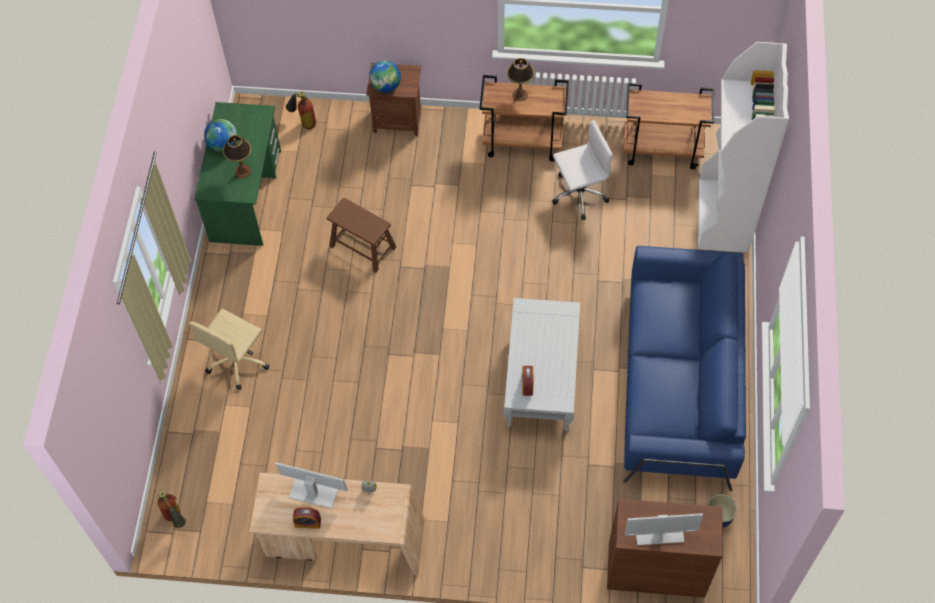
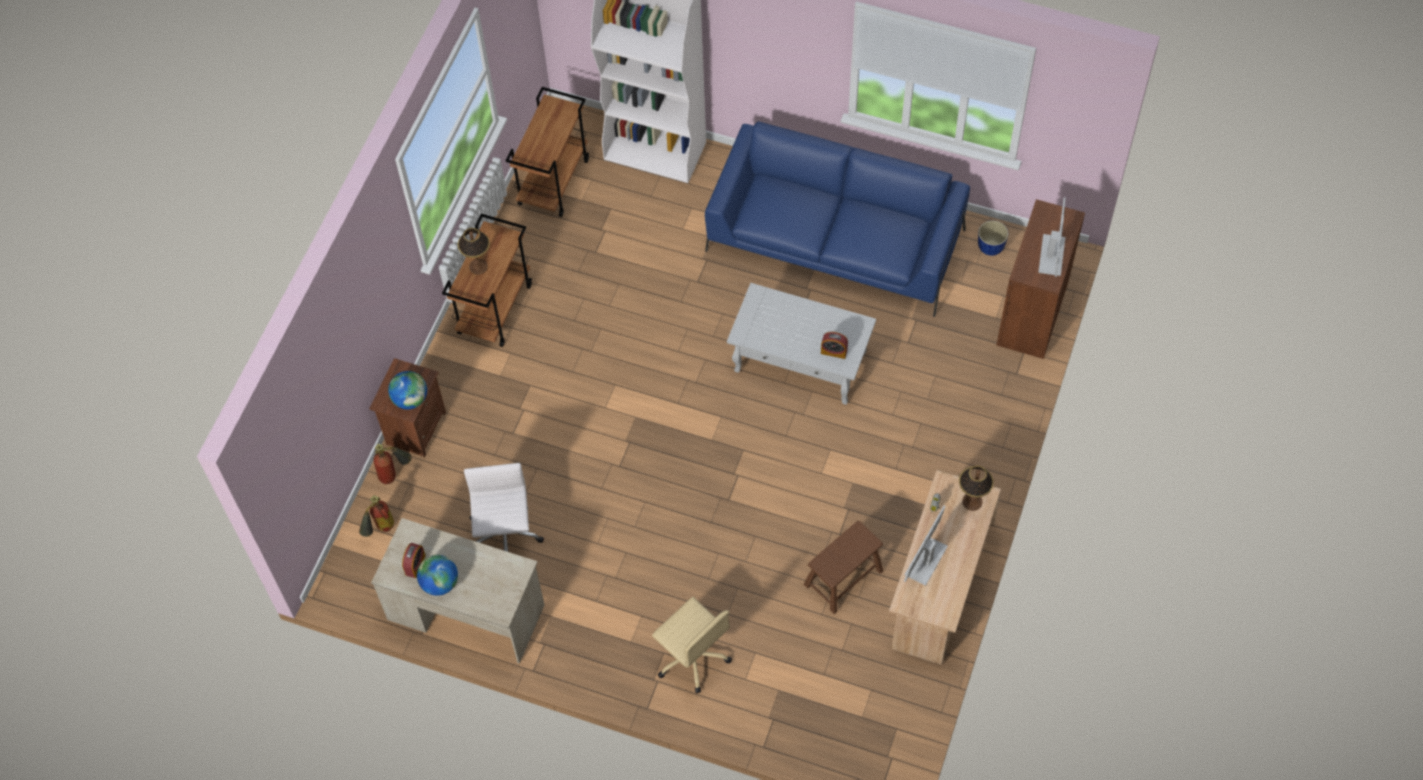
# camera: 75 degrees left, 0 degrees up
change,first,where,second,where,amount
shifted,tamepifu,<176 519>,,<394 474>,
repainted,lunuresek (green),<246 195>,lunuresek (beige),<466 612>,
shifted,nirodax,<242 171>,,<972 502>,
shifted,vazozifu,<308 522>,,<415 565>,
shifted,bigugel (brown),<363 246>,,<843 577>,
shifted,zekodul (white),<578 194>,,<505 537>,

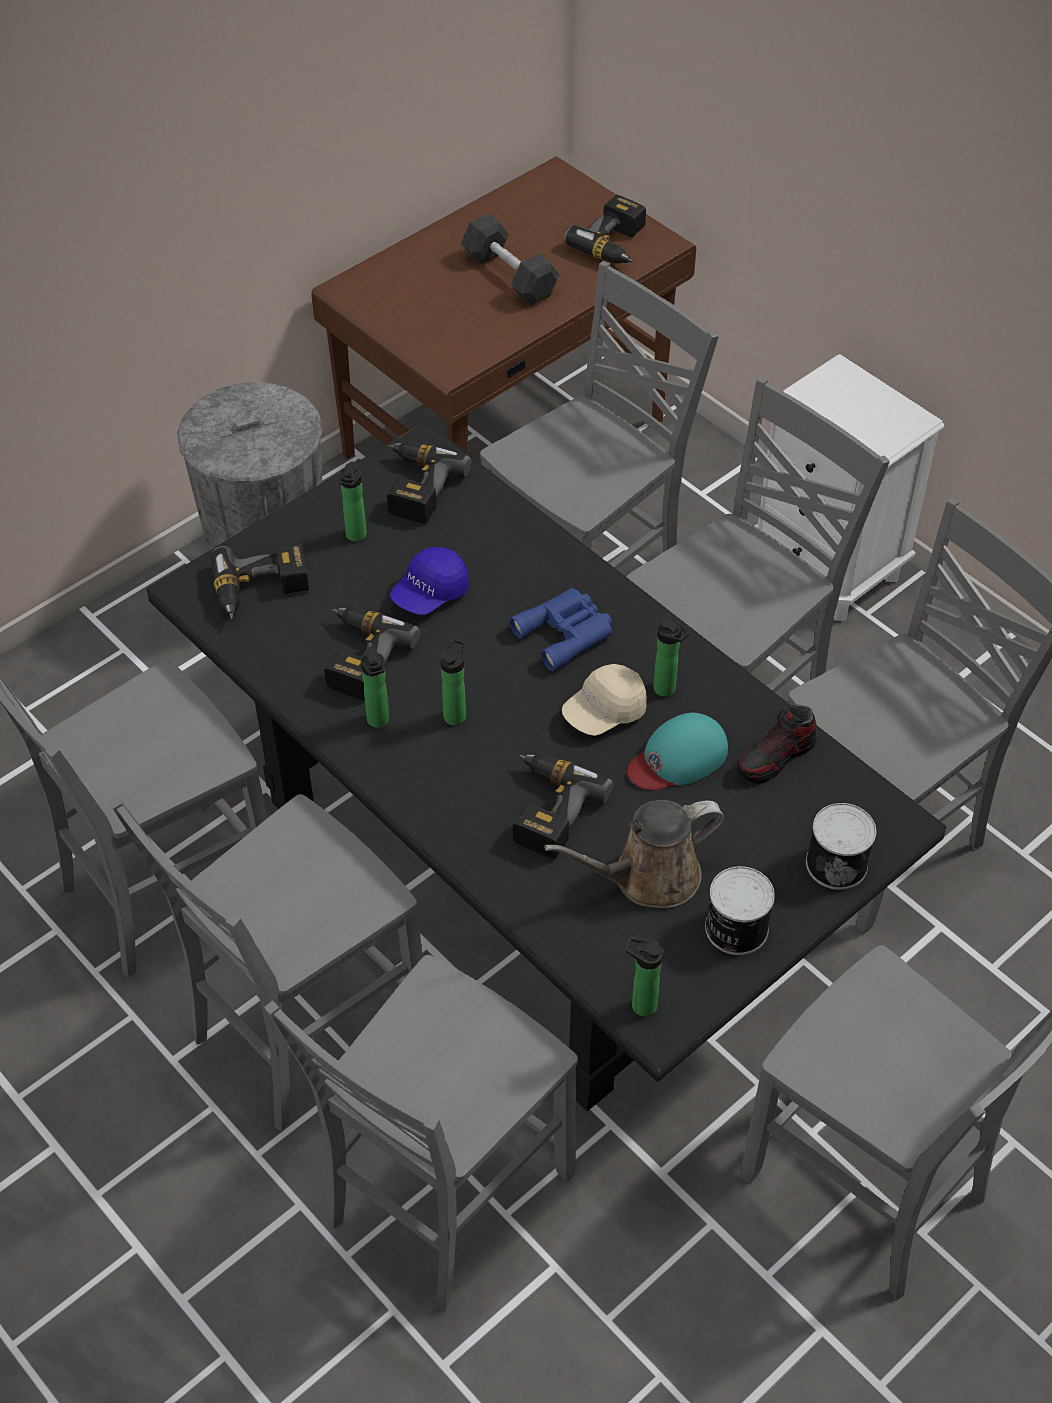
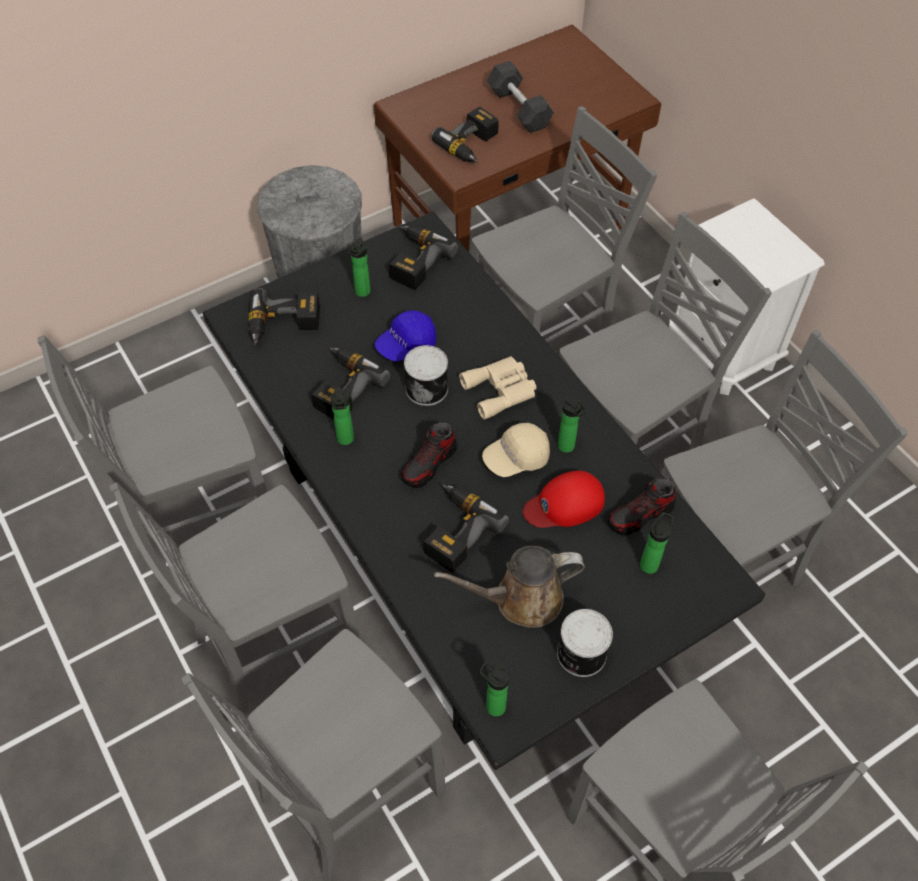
# camera: 10 degrees right, 5 degrees up
change,first,where,second,where,amount
shifted,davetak,<456 714>,,<650 563>,
repainted,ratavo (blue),<566 632>,ratavo (beige),<501 390>,
shifted,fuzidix,<616 244>,,<472 145>,
repainted,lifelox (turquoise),<678 758>,lifelox (red),<565 504>,
shifted,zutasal,<837 862>,,<427 387>,
new,,,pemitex,<429 464>,

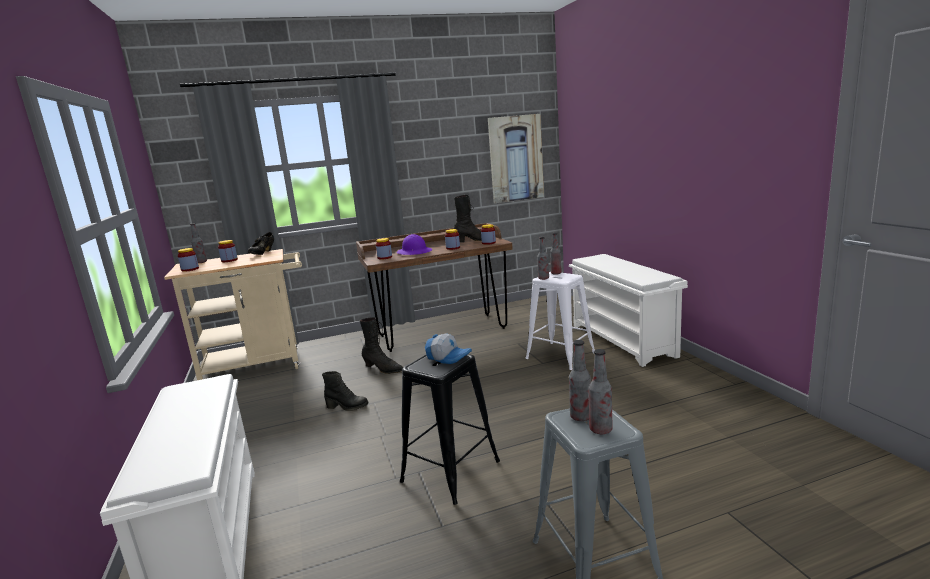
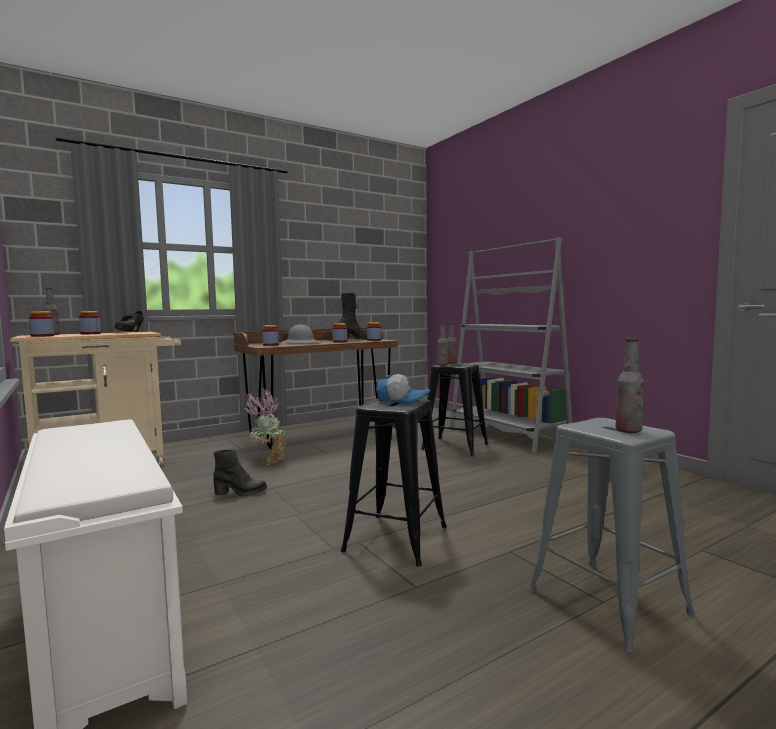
# camera: 15 degrees left, 10 degrees down
change,first,where,second,where,amount
swapped,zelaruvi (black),<383 369>,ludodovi,<268 462>,
repainted,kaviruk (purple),<414 252>,kaviruk (grey),<300 343>,
gone,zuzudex,<515 158>,,,
repainted,bigugel (white),<560 355>,bigugel (black),<454 447>,
swapped,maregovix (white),<623 340>,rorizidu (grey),<508 435>,
gone,davetak,<580 417>,,,

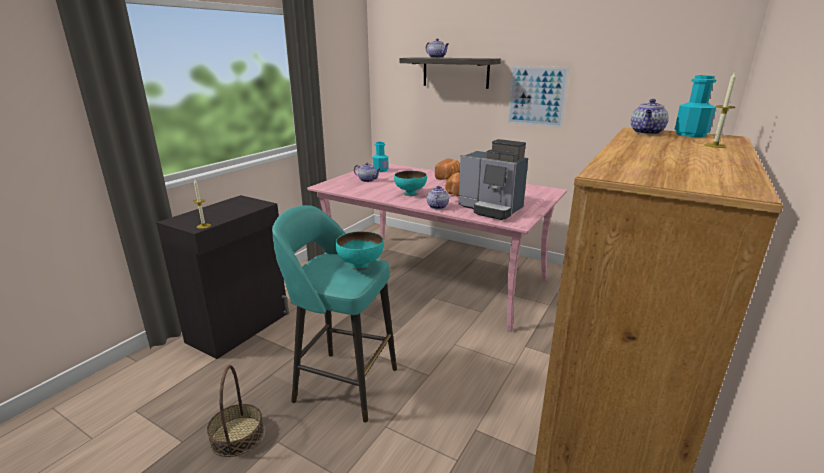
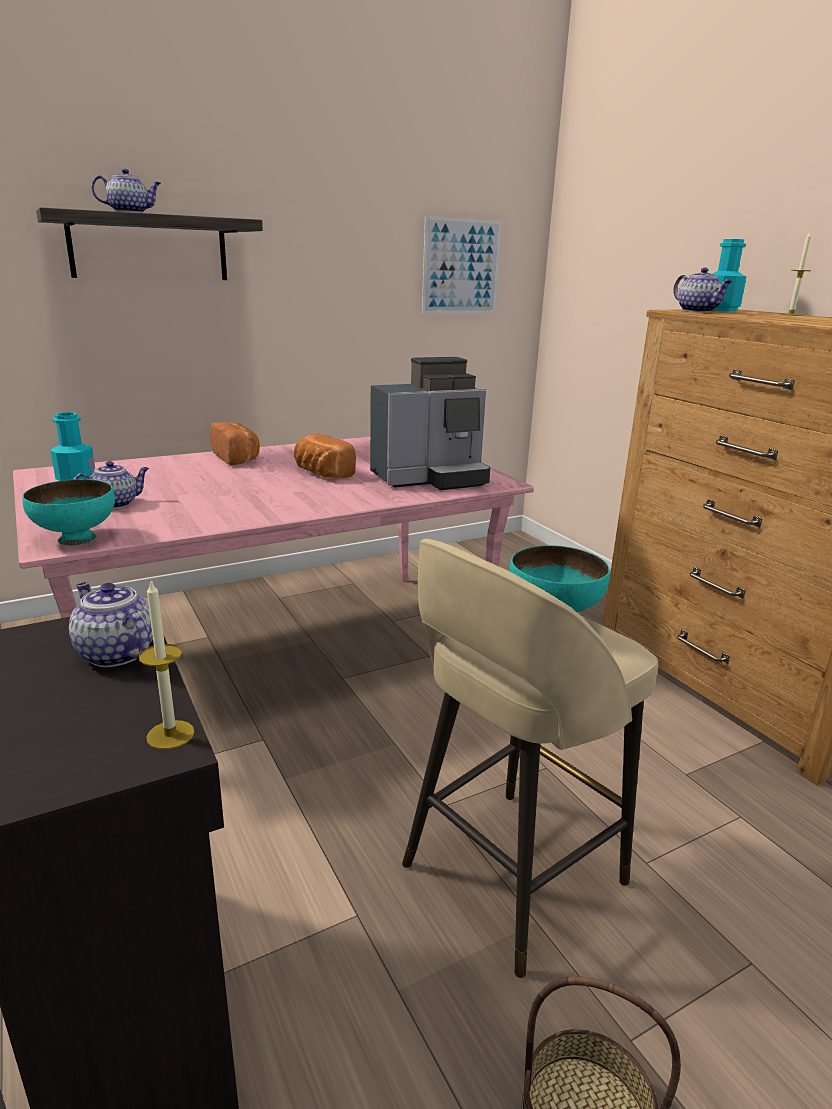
# camera: 60 degrees left, 0 degrees up
change,first,where,second,where,amount
repainted,bigugel (turquoise),<343 384>,bigugel (beige),<508 877>,
shifted,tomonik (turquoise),<410 193>,,<76 538>,
shifted,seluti,<437 206>,,<115 653>,
shifted,zuzudex,<536 96>,,<461 267>,

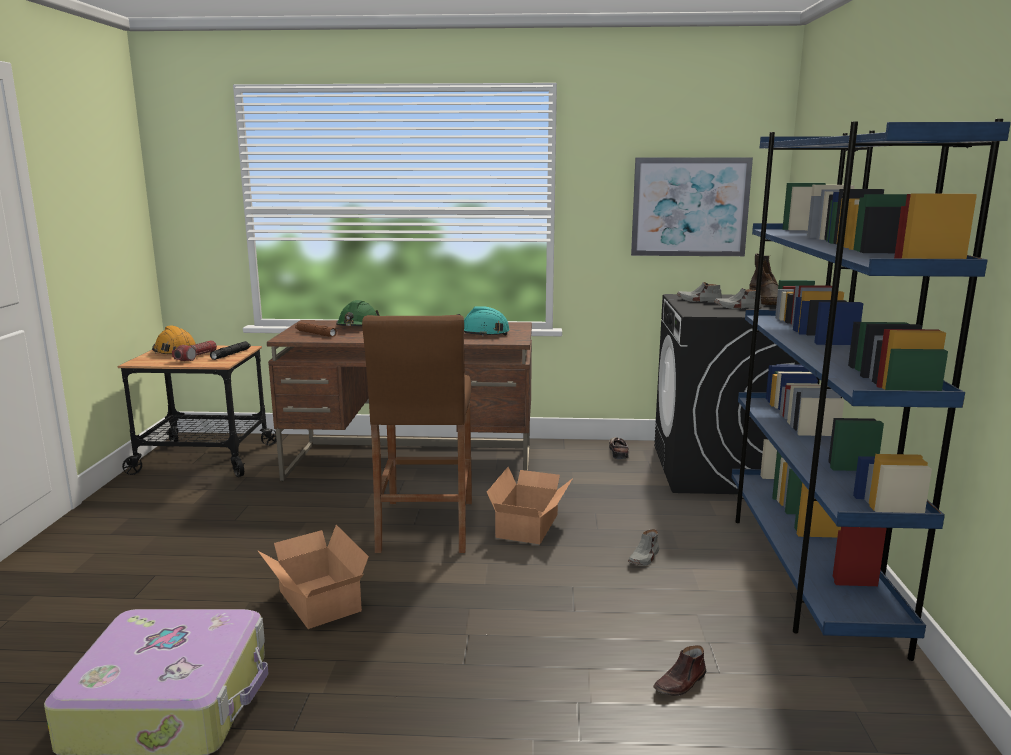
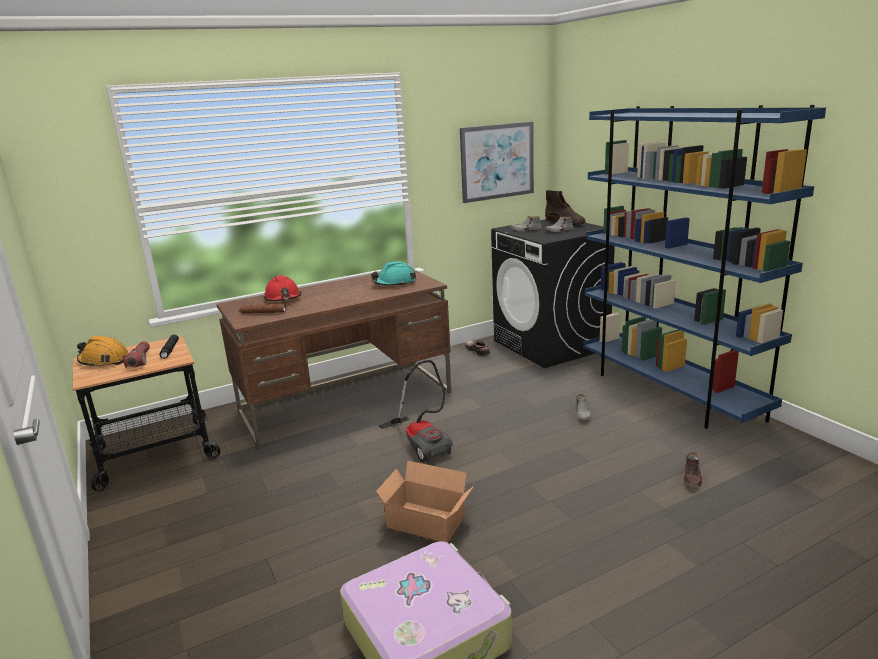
# camera: 30 degrees left, 5 degrees up
change,first,where,second,where,amount
repainted,kaviruk (green),<358 326>,kaviruk (red),<283 298>,
swapped,bigugel (brown),<425 526>,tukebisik,<423 443>,
gone,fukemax,<530 525>,,,

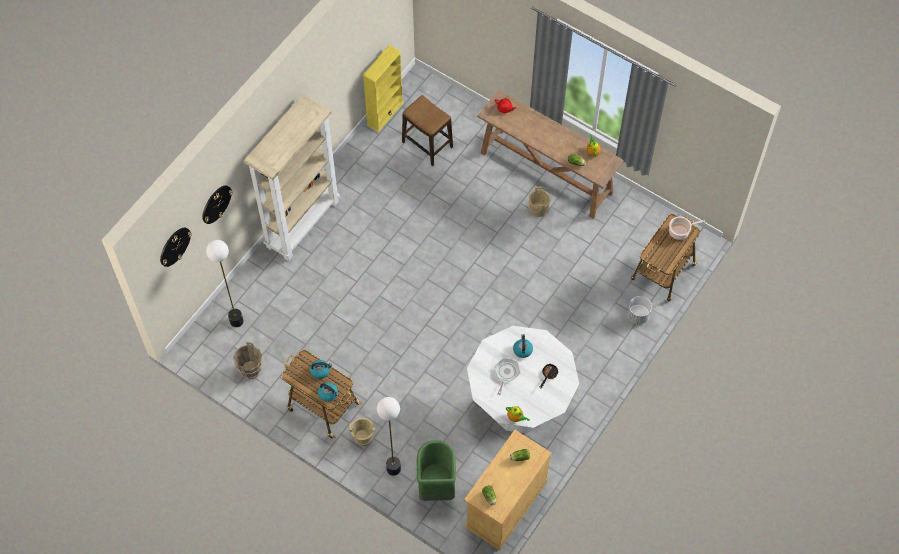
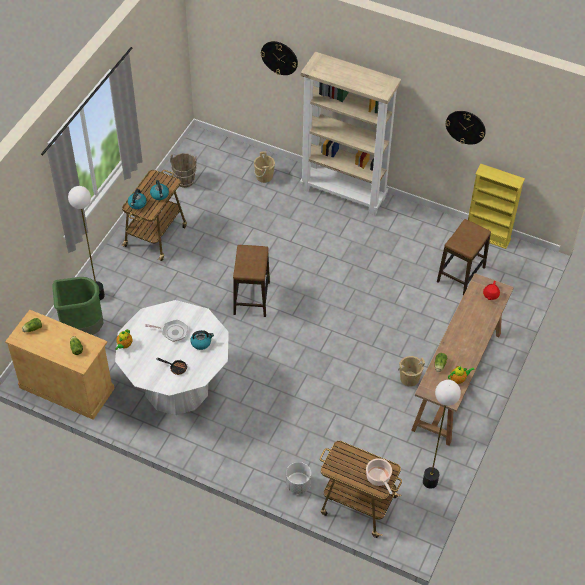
# camera: 80 degrees right, 10 degrees down
change,first,where,second,where,amount
shifted,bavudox,<174 246>,,<465 127>,
shifted,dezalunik,<236 321>,,<429 481>,
shifted,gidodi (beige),<363 437>,,<264 176>,
new,,,bigugel,<251 298>,

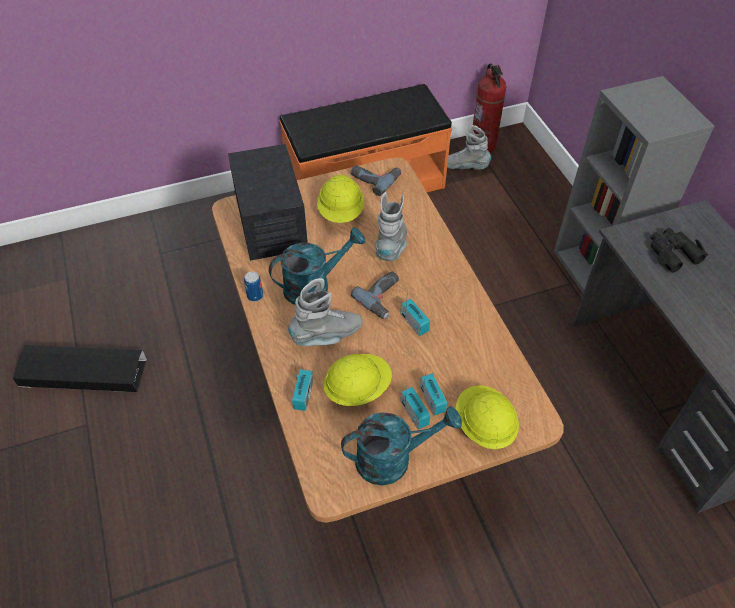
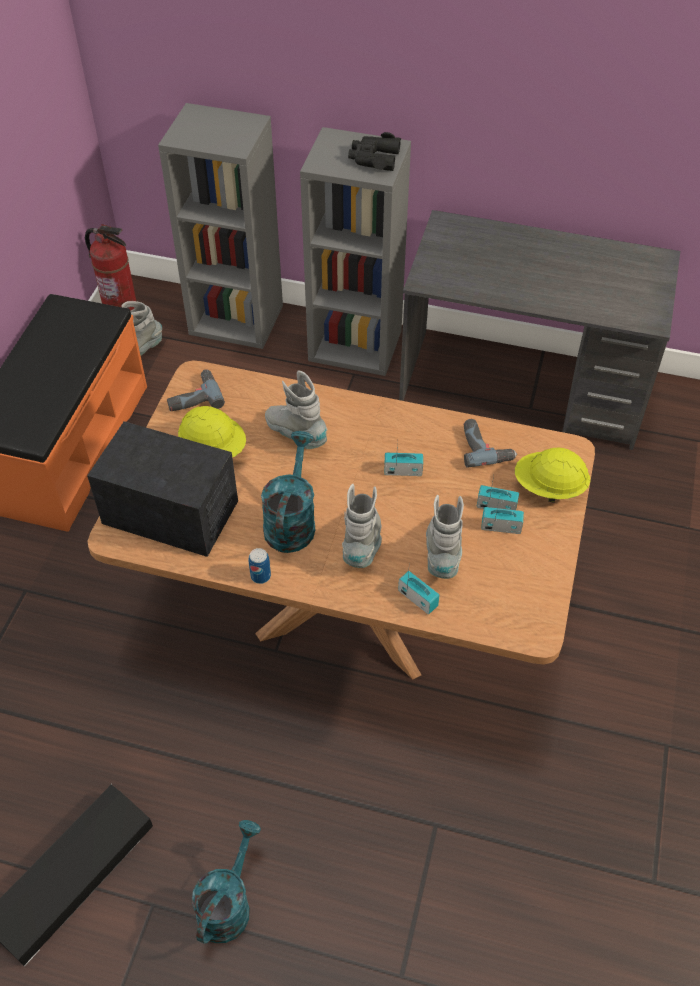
# camera: 55 degrees left, 0 degrees up
change,first,where,second,where,amount
swapped,kaviruk (yellow),<357 389>,zelaruvi (grey),<443 553>,
shifted,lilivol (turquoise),<393 458>,,<228 903>,
shifted,fuzidix,<383 298>,,<485 447>,
shifted,ratavo (black),<672 253>,,<374 158>,
new,,,rorizidu (grey),<237 319>,

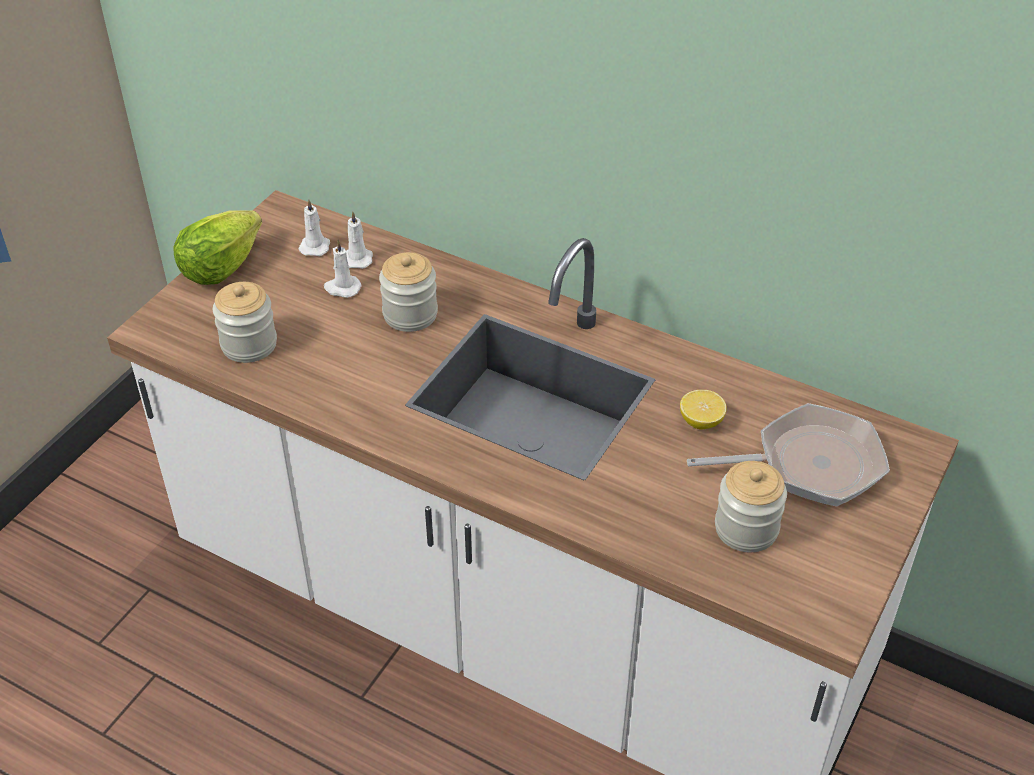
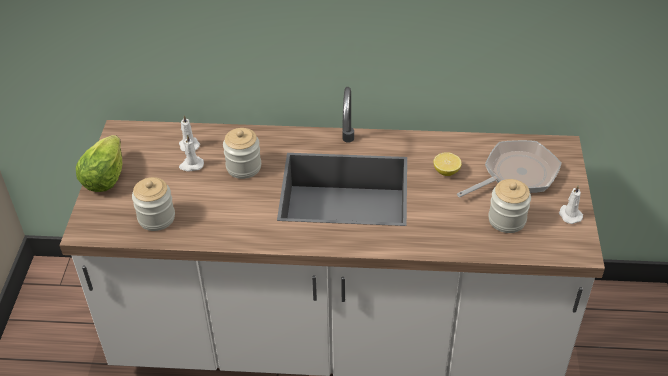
# camera: 25 degrees left, 0 degrees up
change,first,where,second,where,amount
shifted,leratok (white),<315 246>,,<569 215>,

